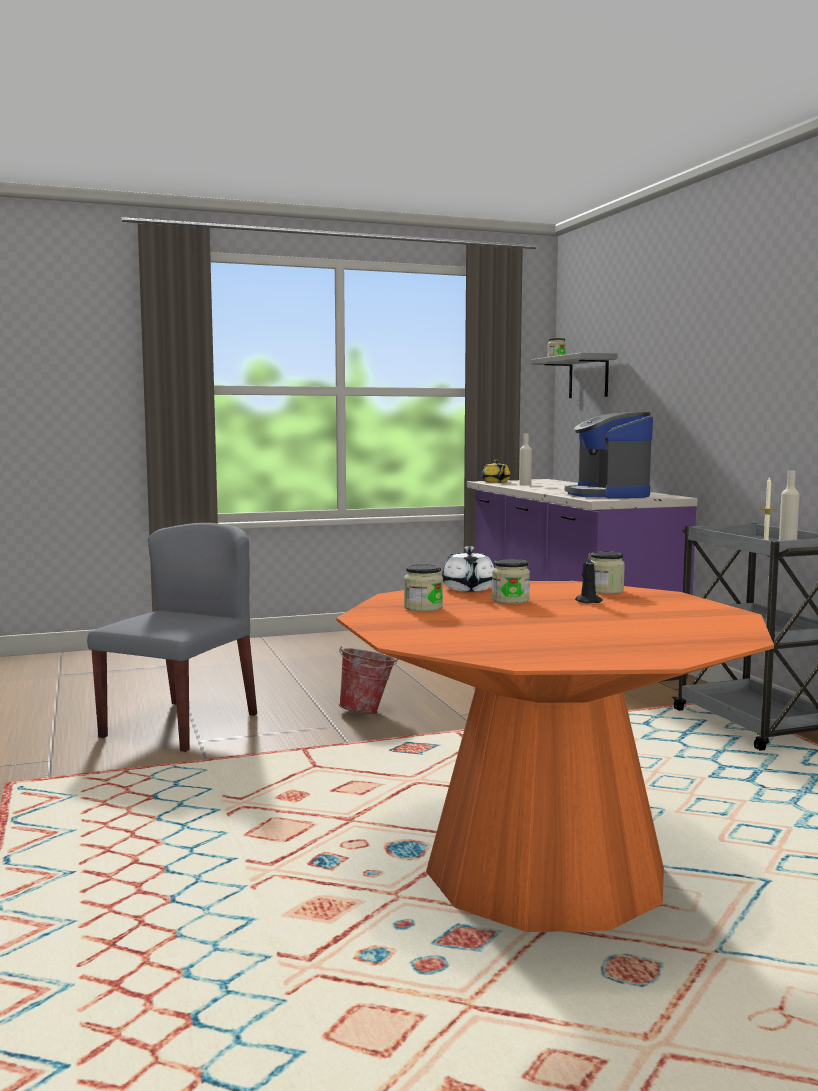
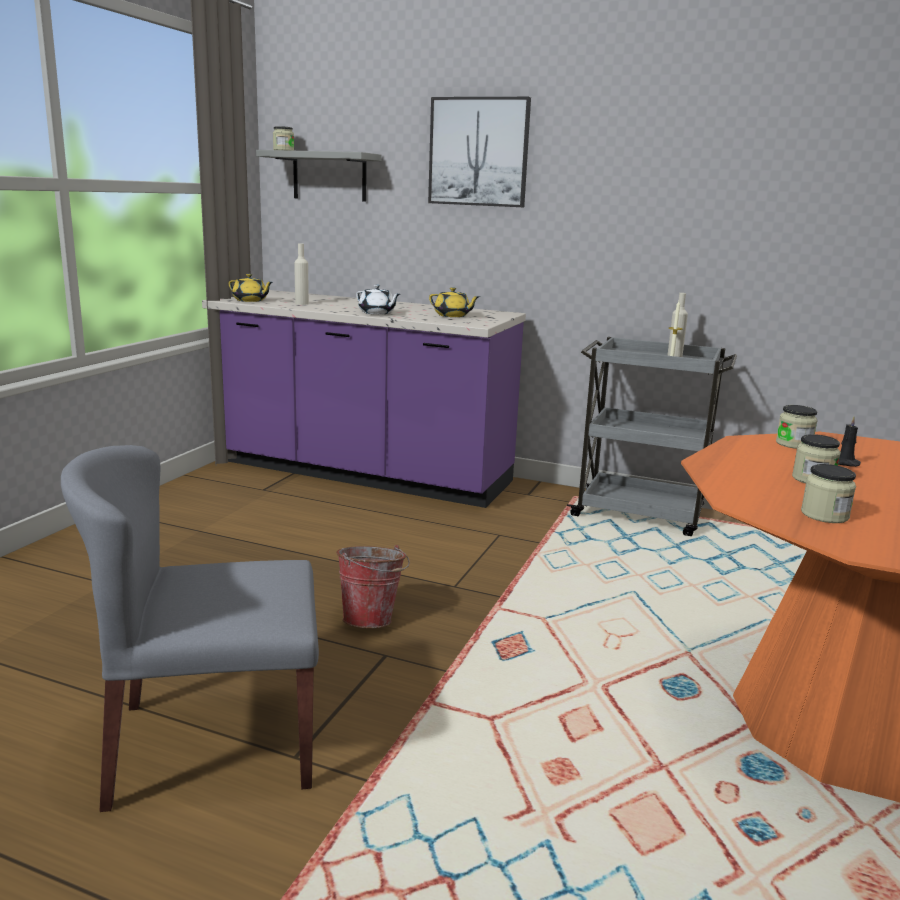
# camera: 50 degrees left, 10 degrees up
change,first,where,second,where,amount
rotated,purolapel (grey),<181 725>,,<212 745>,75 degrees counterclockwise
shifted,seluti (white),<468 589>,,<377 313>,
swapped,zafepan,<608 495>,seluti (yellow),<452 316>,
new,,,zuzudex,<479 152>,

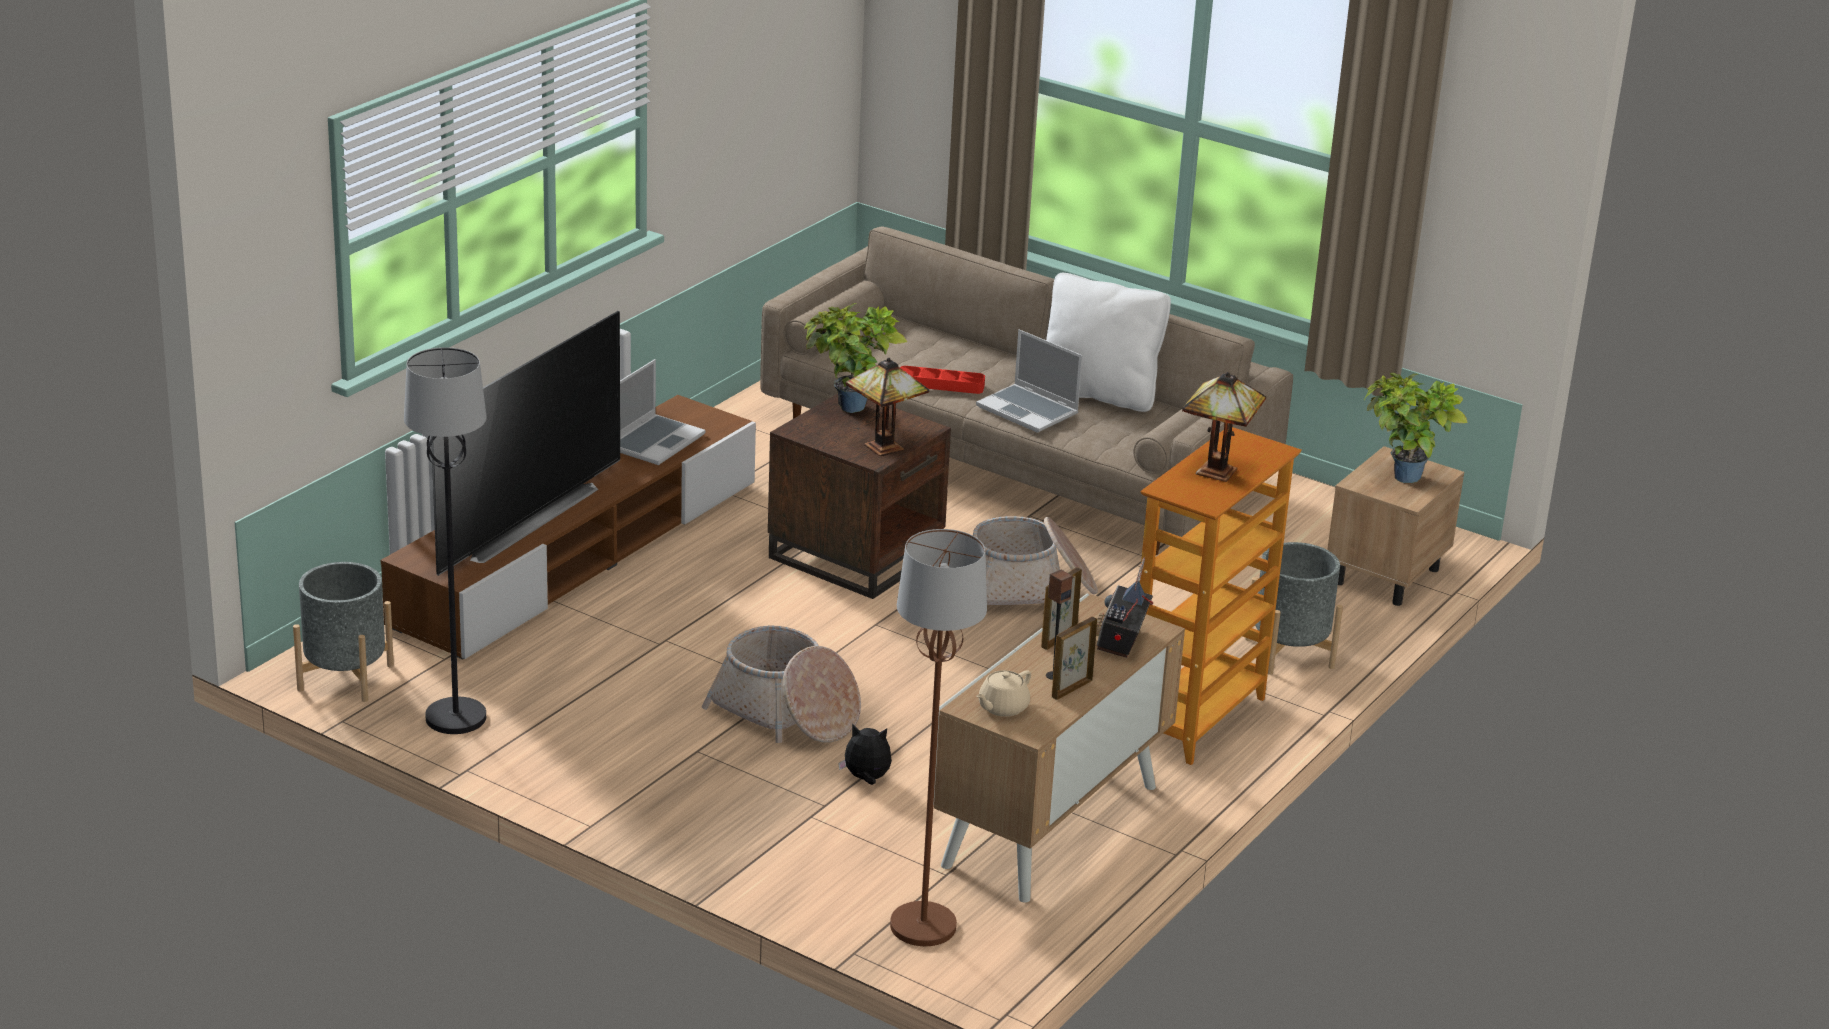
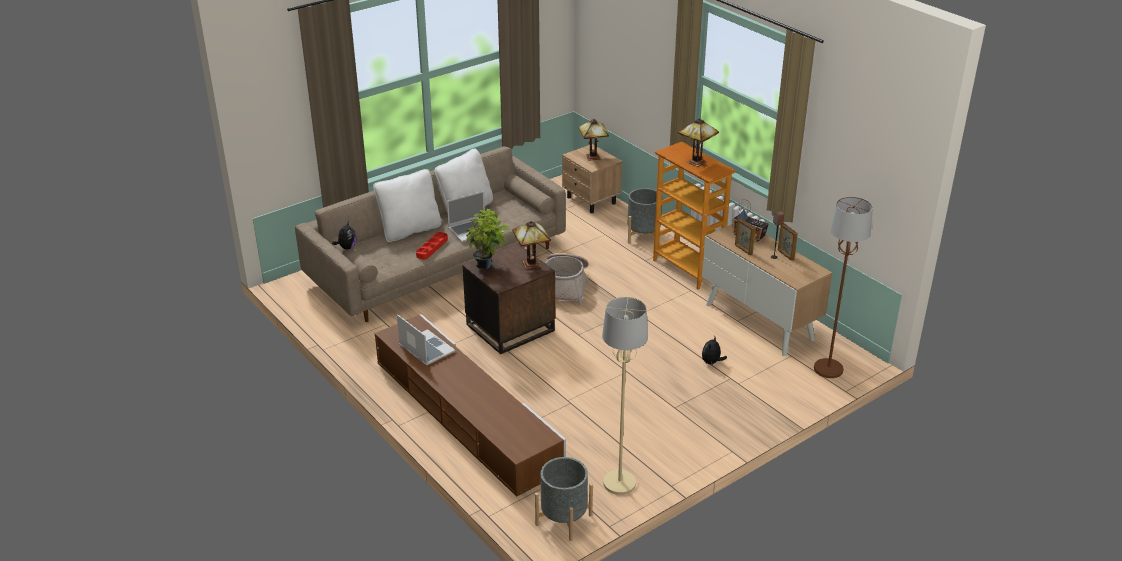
# camera: 70 degrees left, 5 degrees up
change,first,where,second,where,amount
repainted,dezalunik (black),<455 718>,dezalunik (beige),<619 483>,
gone,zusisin,<522 518>,,,
gone,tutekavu,<786 713>,,,
gone,seluti (beige),<1002 707>,,,
swapped,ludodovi,<1402 480>,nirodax,<594 157>,
new,,,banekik,<347 247>,
new,,,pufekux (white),<410 230>,

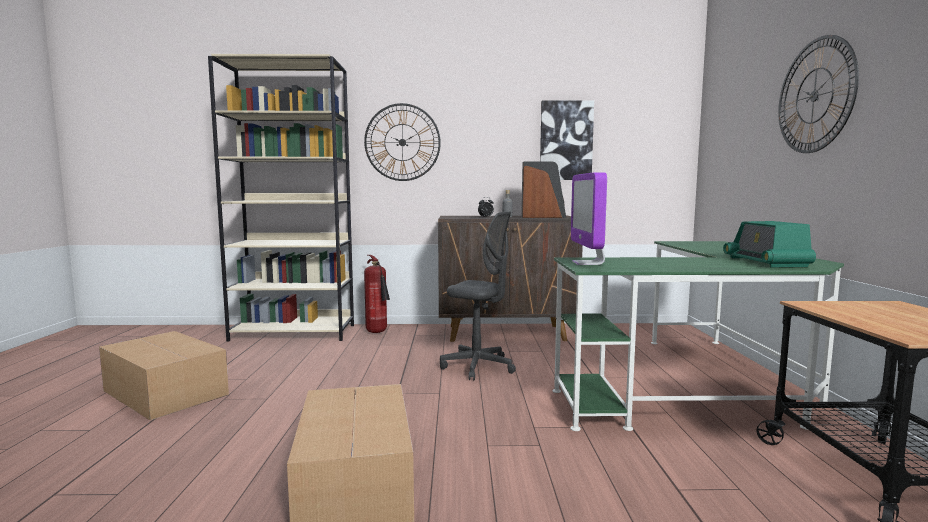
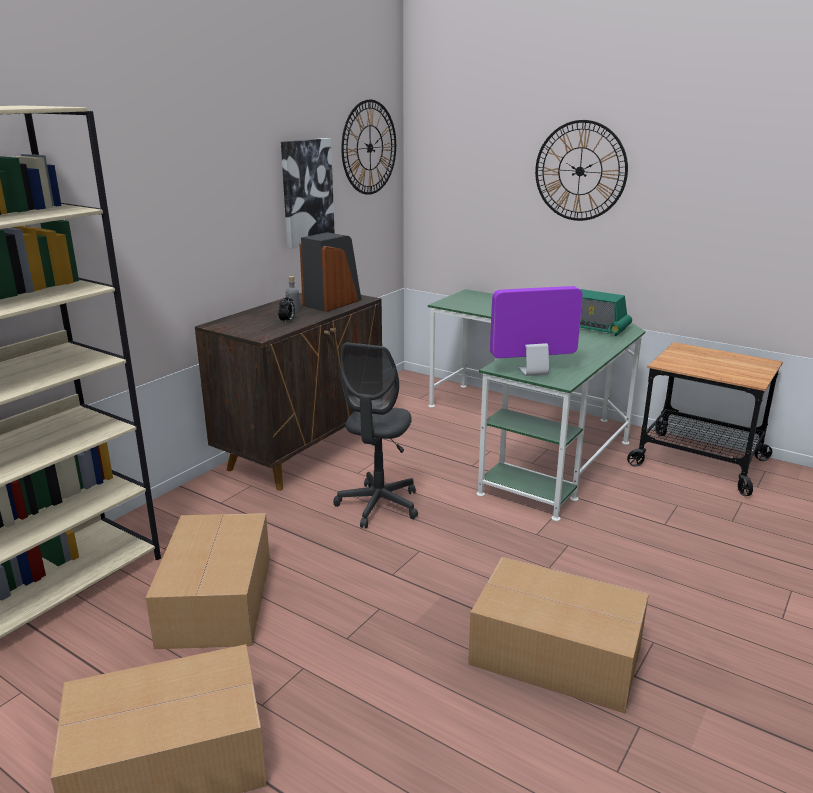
# camera: 55 degrees left, 15 degrees up
change,first,where,second,where,amount
shifted,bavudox,<402 142>,,<369 147>,
gone,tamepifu,<378 332>,,,
rotated,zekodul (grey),<478 367>,,<378 505>,135 degrees clockwise
rotated,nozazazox,<588 263>,,<533 372>,135 degrees clockwise
new,,,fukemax,<215 601>,

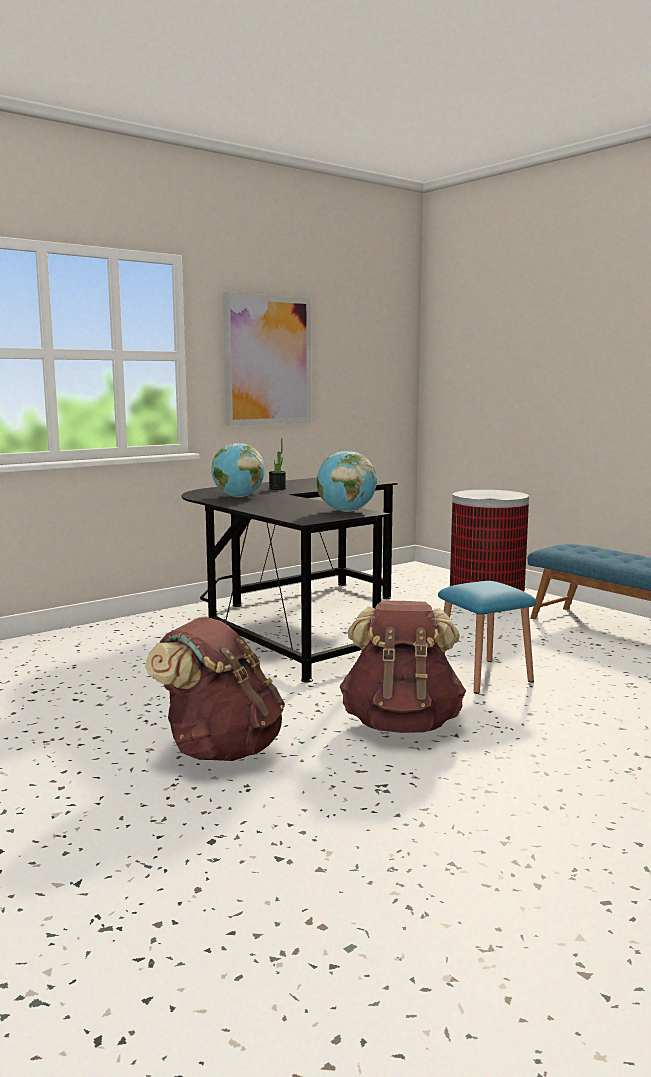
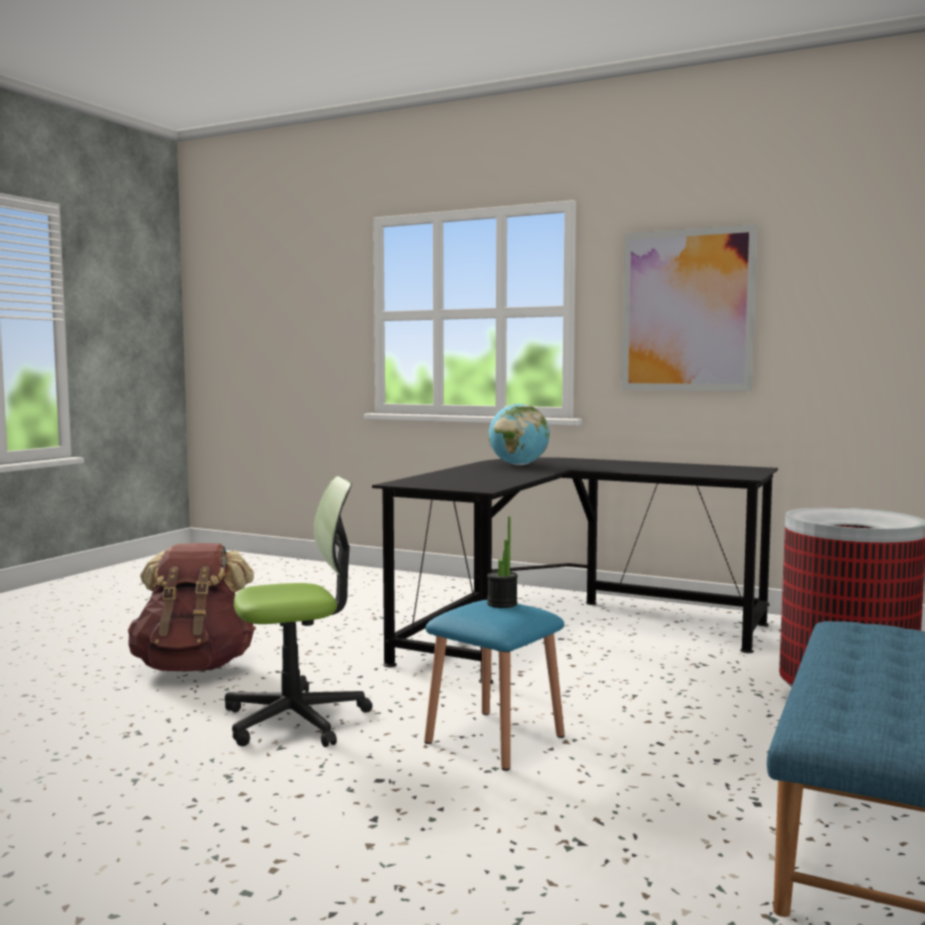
# camera: 65 degrees right, 5 degrees down
change,first,where,second,where,amount
shifted,ludodovi,<277 488>,,<502 604>,
gone,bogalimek,<346 511>,,,
swapped,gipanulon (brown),<401 724>,zekodul,<296 719>,

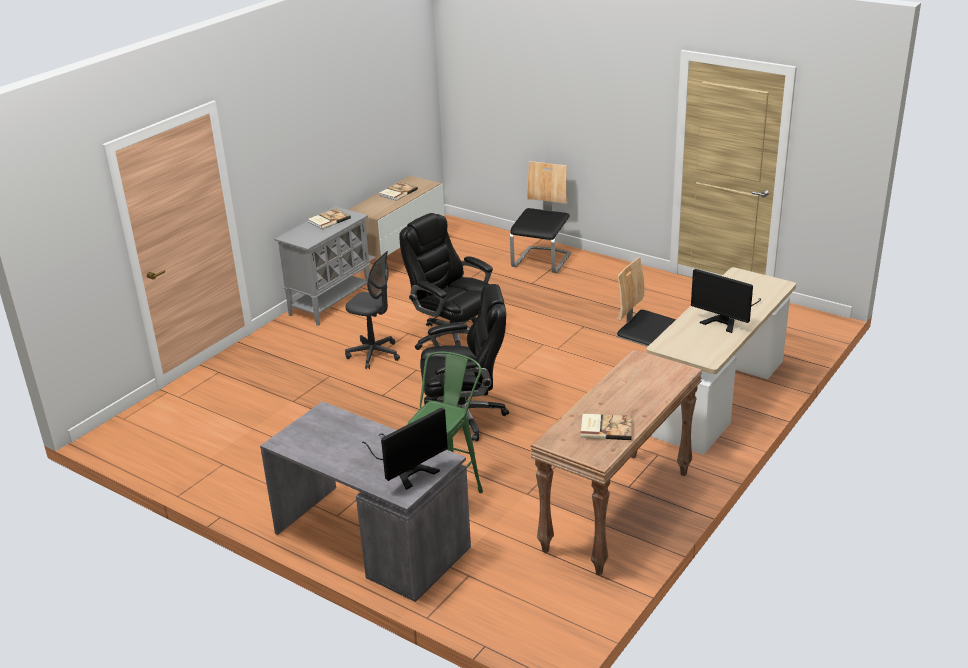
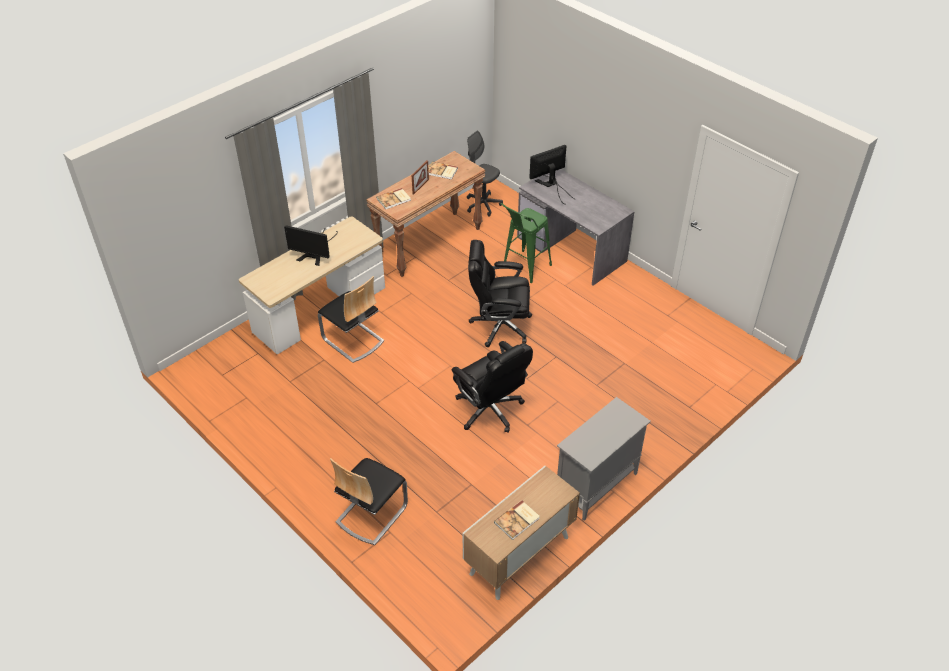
# camera: 170 degrees left, 15 degrees up
change,first,where,second,where,amount
shifted,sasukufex,<328 220>,,<394 199>,
shifted,zekodul (grey),<374 354>,,<483 205>,
rotated,nozazazox,<726 319>,,<314 253>,150 degrees clockwise
new,,,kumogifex,<420 187>,

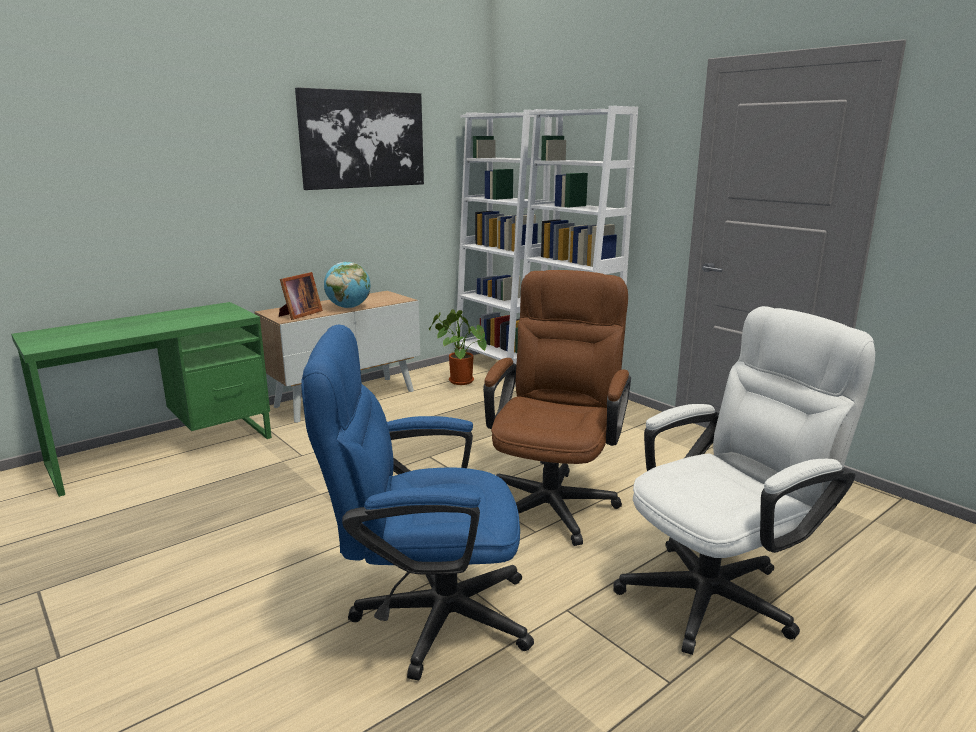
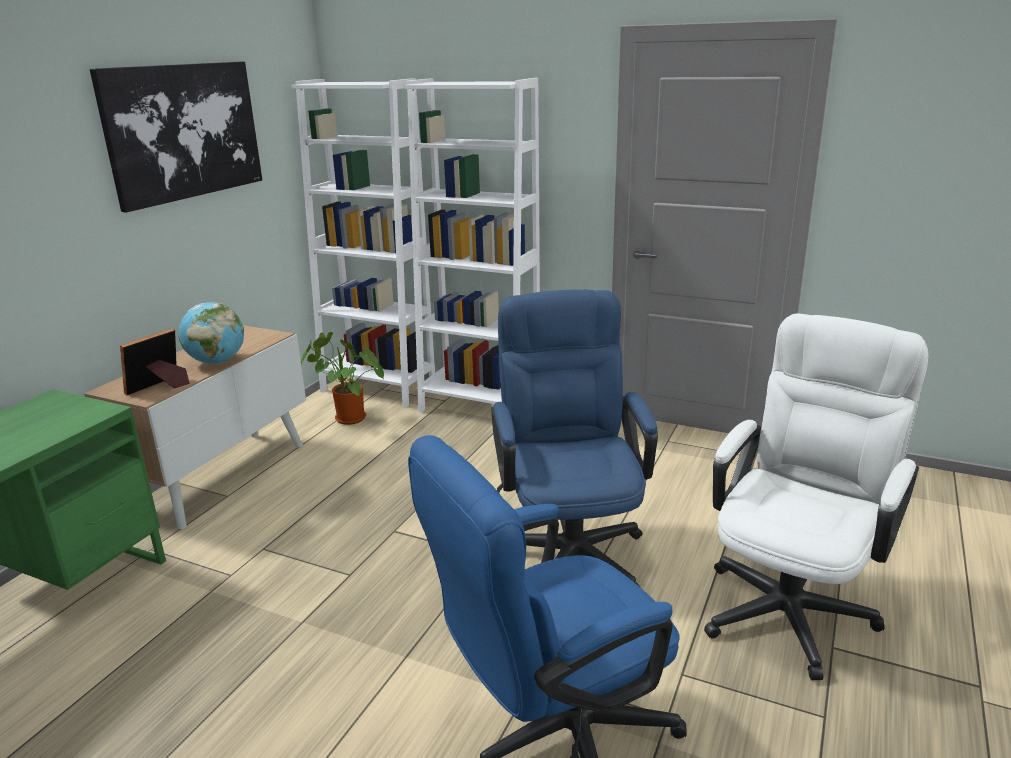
# camera: 25 degrees left, 5 degrees up
change,first,where,second,where,amount
rotated,kumogifex,<299 315>,,<160 387>,150 degrees counterclockwise
repainted,zekodul (brown),<554 499>,zekodul (blue),<570 547>,

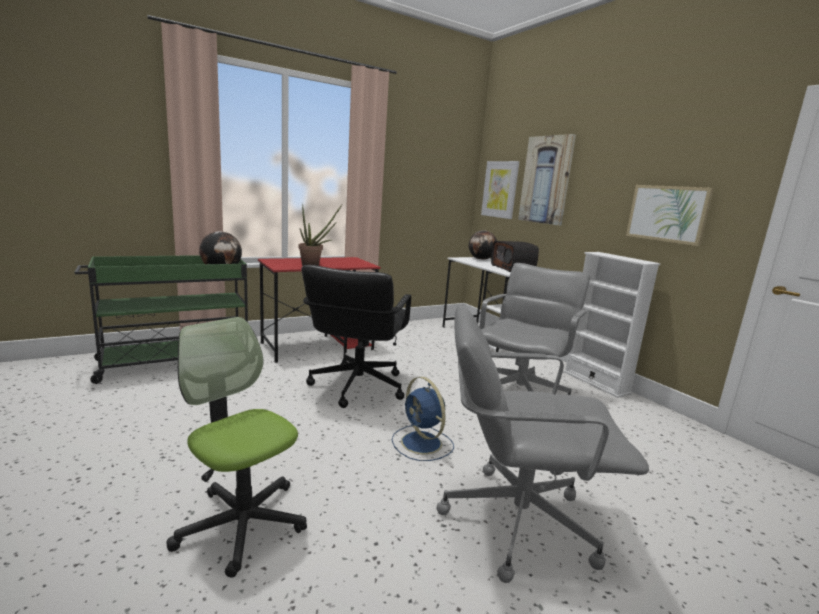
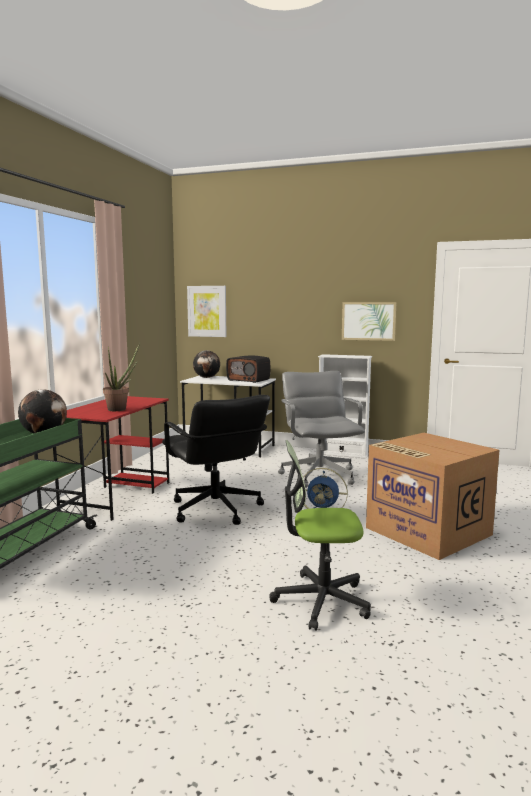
# camera: 40 degrees left, 5 degrees down
change,first,where,second,where,amount
swapped,zekodul (grey),<515 520>,fukemax,<426 531>,
gone,zuzudex,<546 180>,,,

